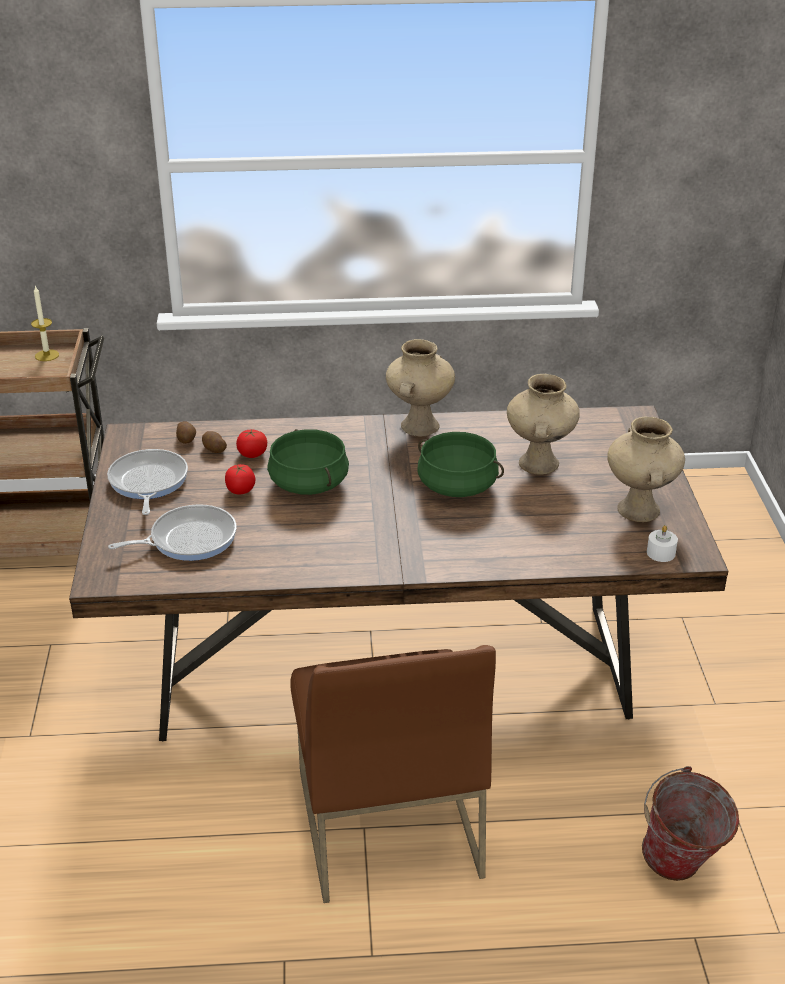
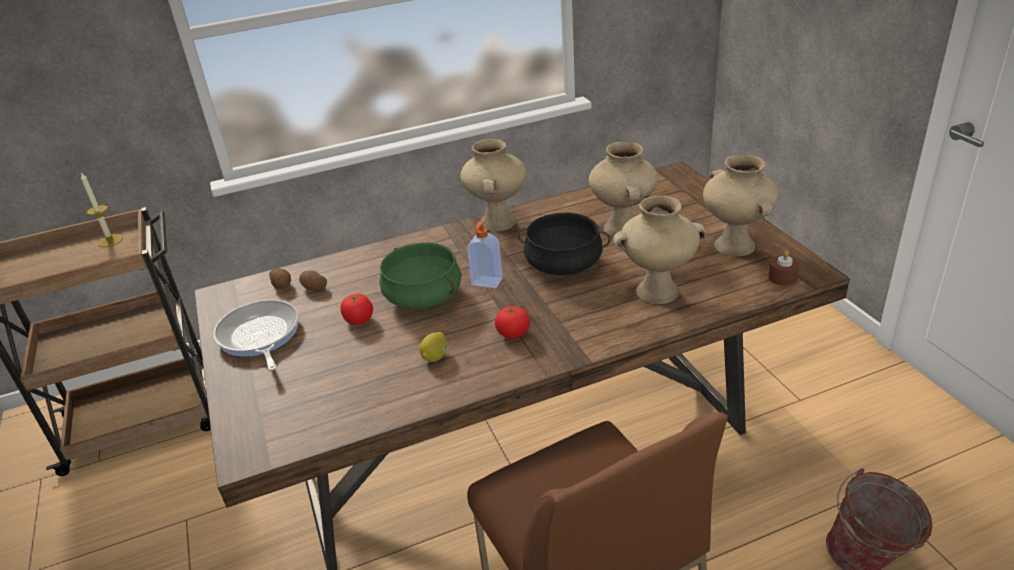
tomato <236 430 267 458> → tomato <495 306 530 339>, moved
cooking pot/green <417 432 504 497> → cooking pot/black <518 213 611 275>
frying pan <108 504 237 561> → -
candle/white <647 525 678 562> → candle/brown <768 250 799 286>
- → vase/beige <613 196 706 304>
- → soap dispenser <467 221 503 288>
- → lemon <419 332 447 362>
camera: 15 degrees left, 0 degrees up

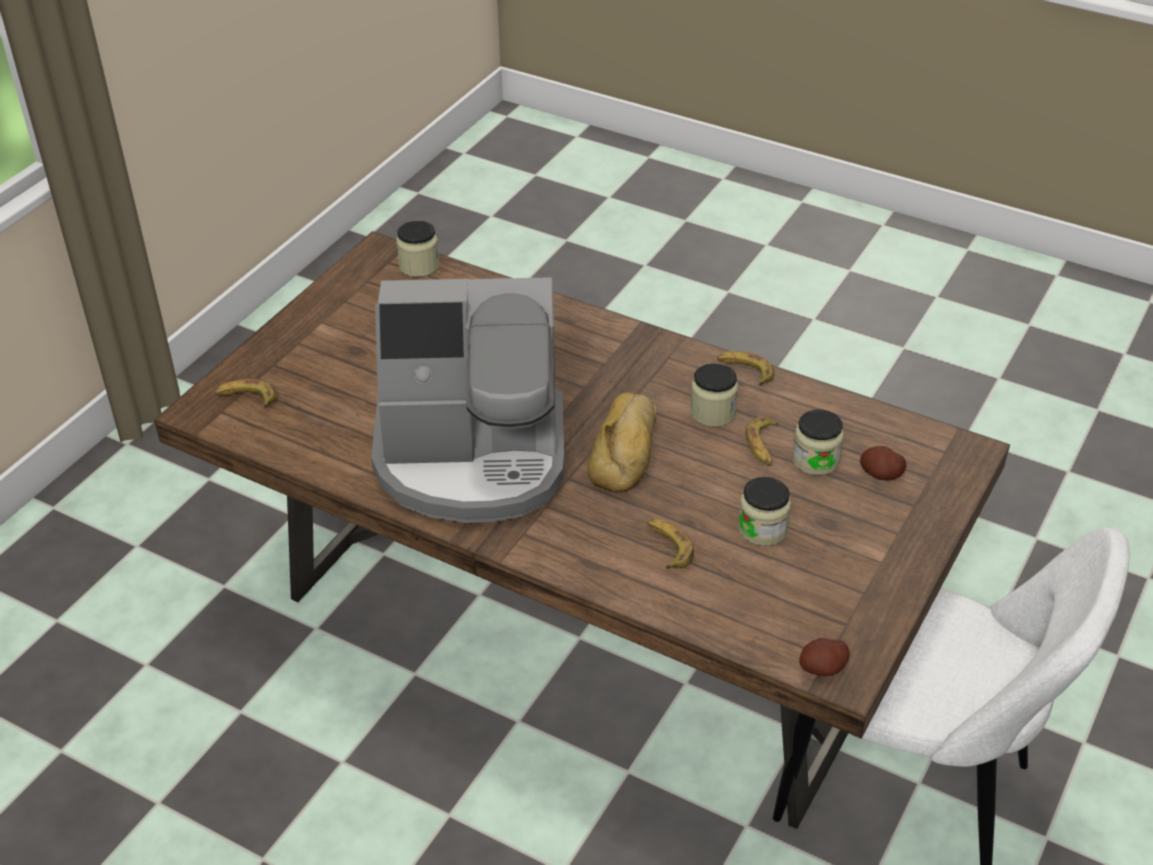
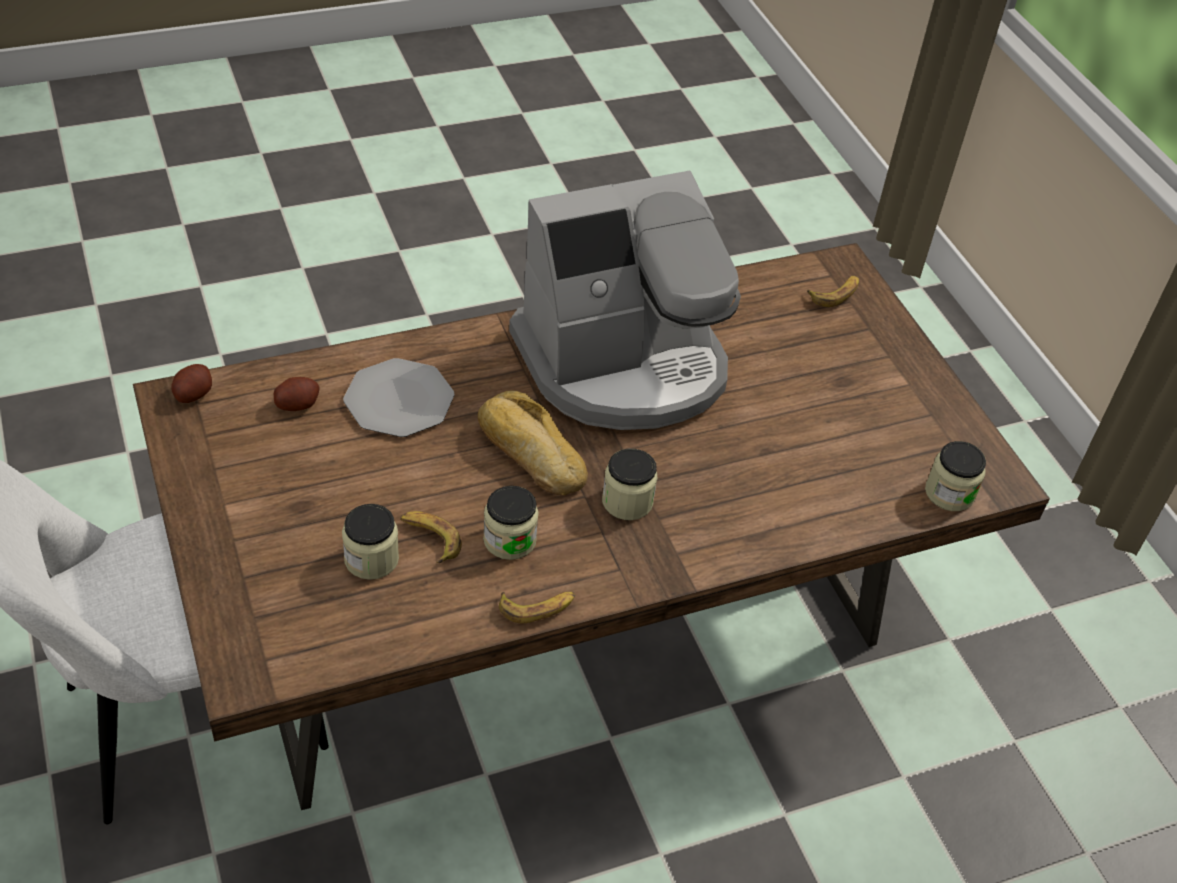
coffee machine <371 277 564 523> → coffee machine <509 171 741 430>, 150 degrees counterclockwise
potato <860 446 907 481> → potato <274 377 320 411>, moved
jar <738 477 791 546> → jar <602 449 658 520>, moved
banana <647 519 694 569> → plate <343 358 455 437>
camera: 125 degrees right, 5 degrees up

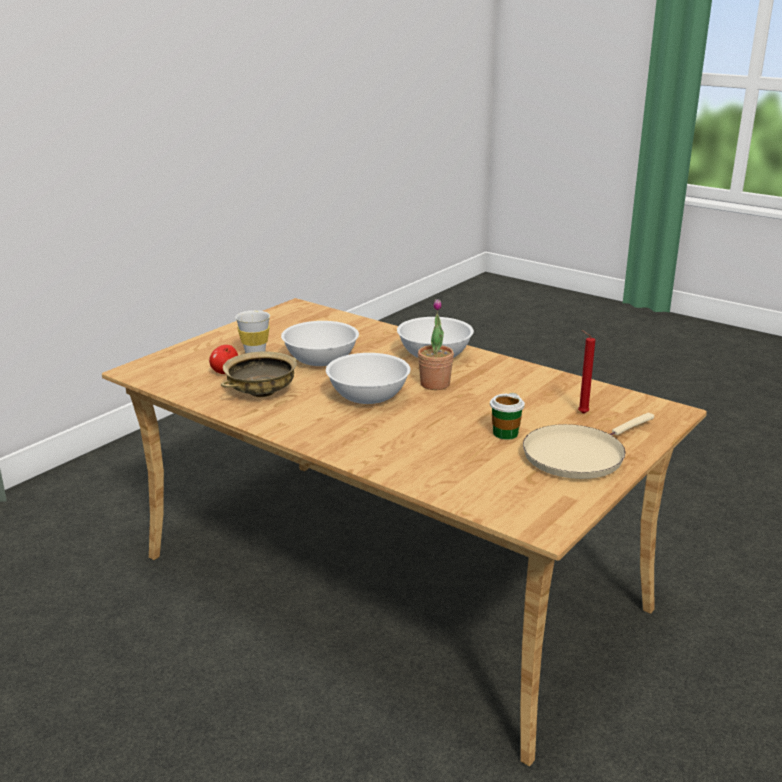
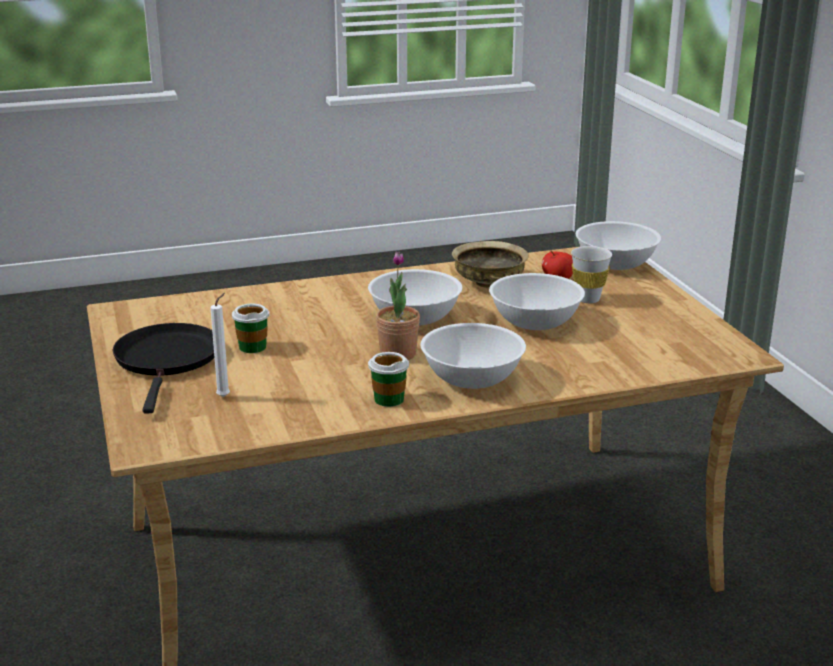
candle/red <578 330 595 414> → candle/white <210 293 230 397>
frying pan/beige <523 413 654 479> → frying pan/black <112 323 215 413>
- → bowl/white <576 221 661 270>
- → cup <368 352 409 407>
camera: 125 degrees right, 0 degrees up

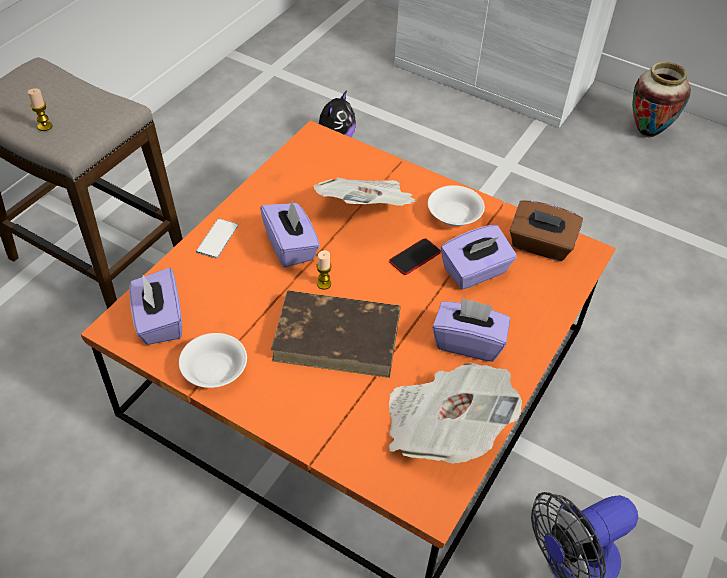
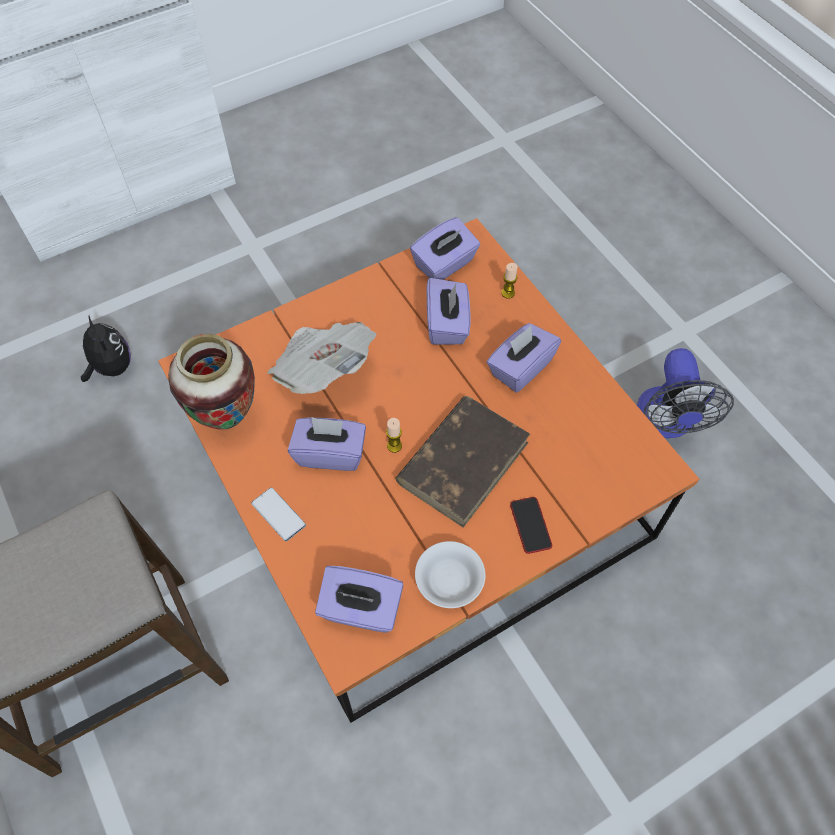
vase <632 62 691 137> → vase <168 334 255 429>, moved
candle <28 88 52 131> → candle <501 263 518 299>, moved
bowl/white <428 185 485 226> → -
tissue box/brown <510 201 583 261> → tissue box/purple <410 217 480 280>
phone <389 238 441 275> → phone <510 497 552 554>, moved
newspaper <389 363 522 464> → -
camera: 60 degrees left, 10 degrees up

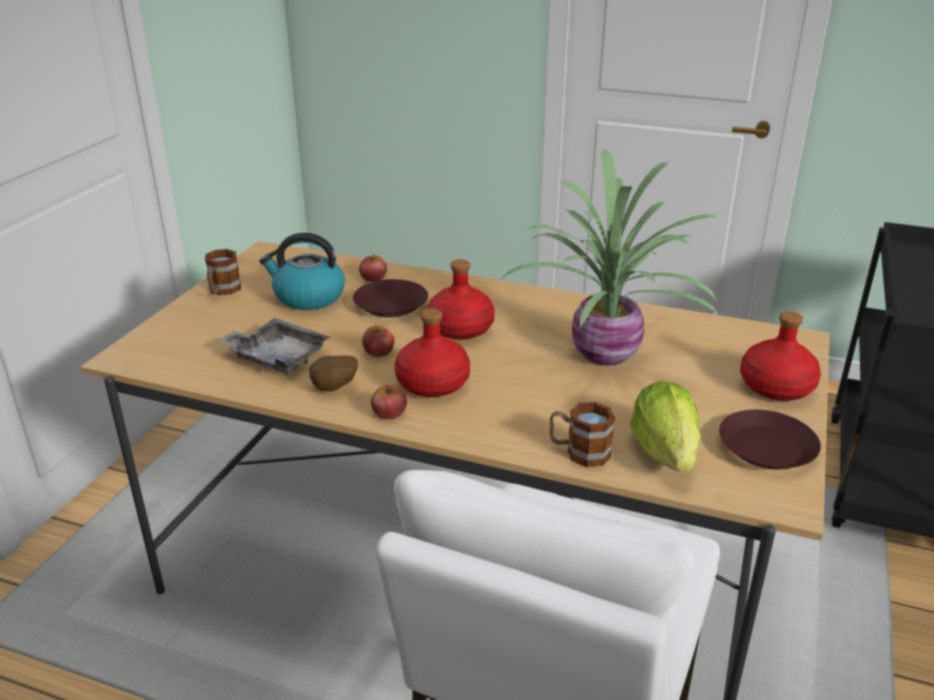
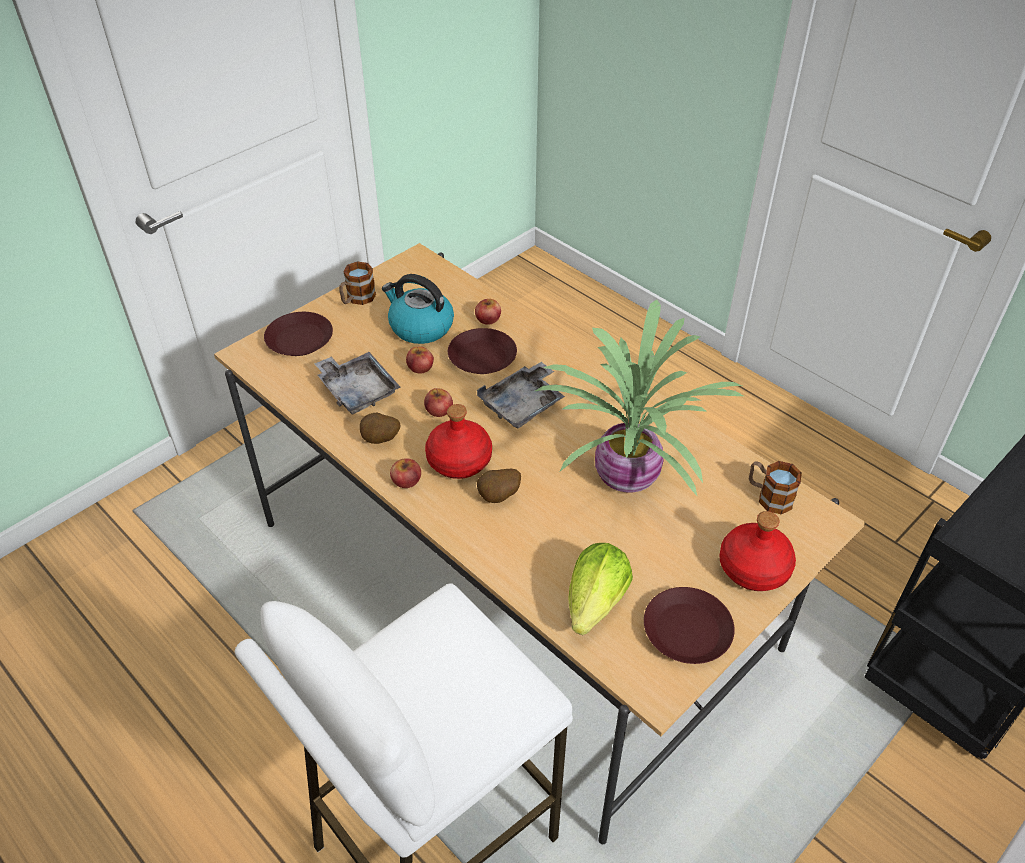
bottle/red <427 259 495 340> → tray/grey <477 362 565 429>
mug <550 402 615 467> → mug <749 461 802 514>, moved
- → plate/brown <264 312 333 356>
- → apple <406 346 434 374>
- → potato <477 469 521 503>
camera: 25 degrees right, 15 degrees up

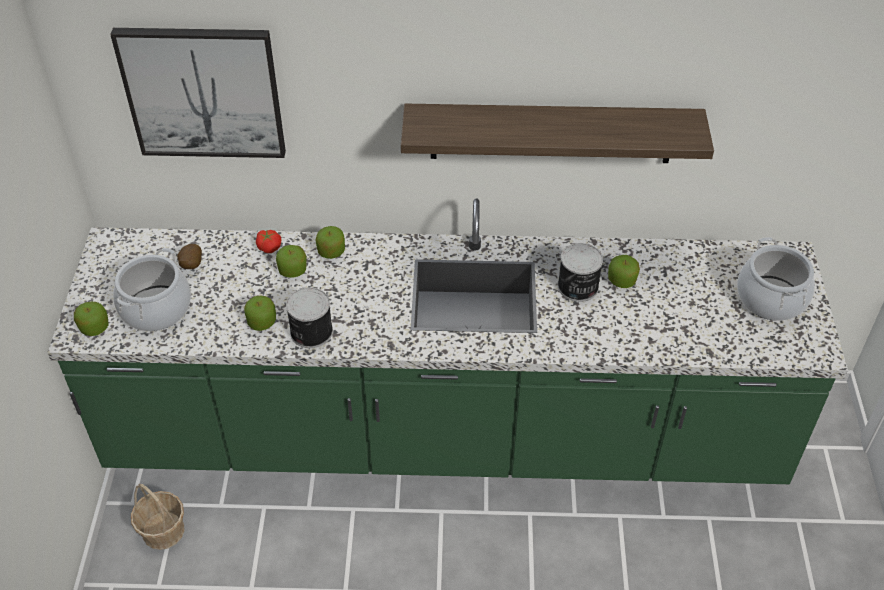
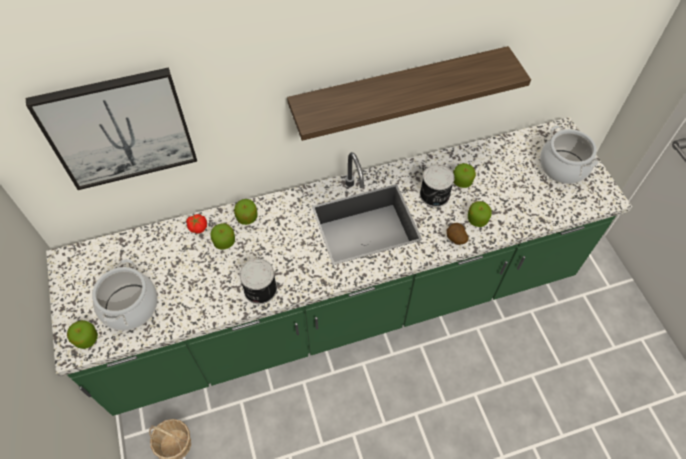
potato <177 244 202 269> → potato <446 223 468 245>, moved
apple <244 295 276 331> → apple <468 201 492 227>, moved
camera: 20 degrees left, 10 degrees up

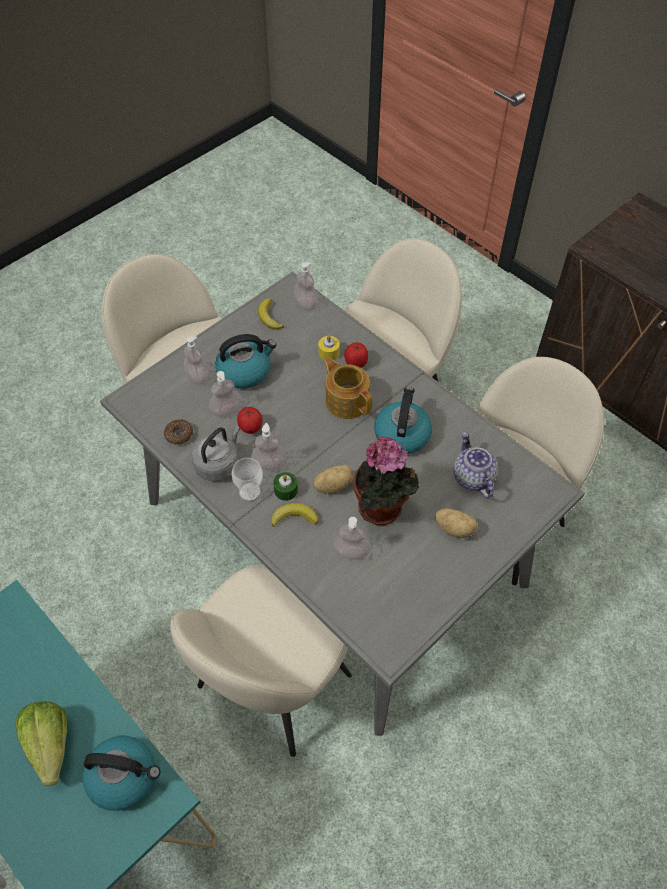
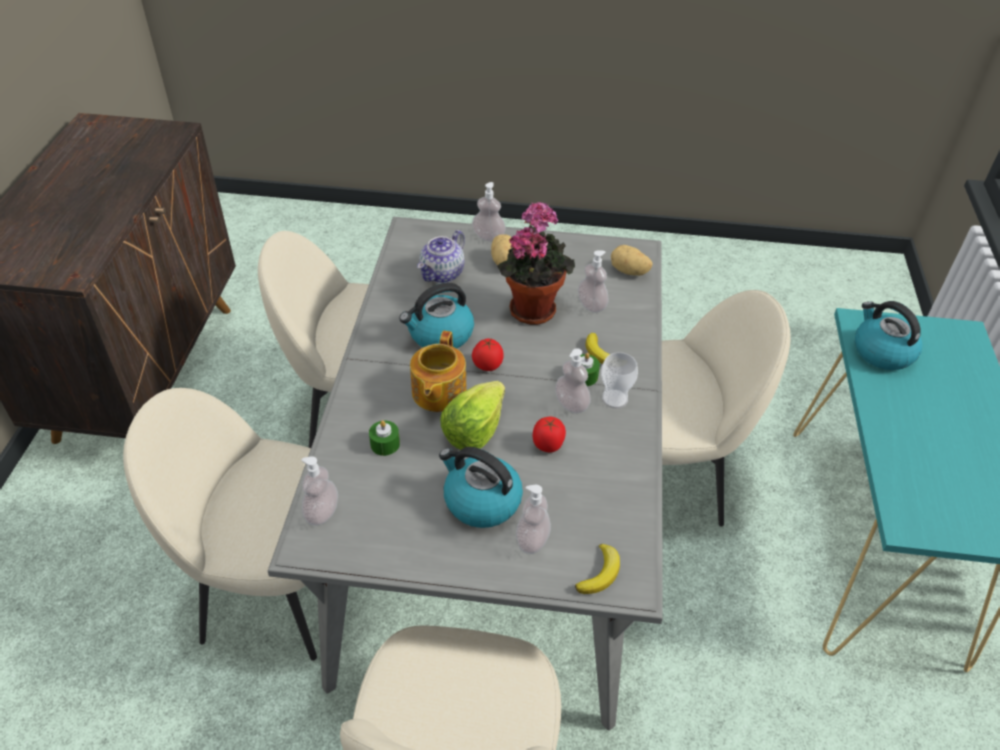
banana <258 298 284 329> → banana <575 544 620 594>, moved
candle/yellow <318 336 340 360> → candle/green <369 420 400 456>
tomato <344 342 368 368> → tomato <472 338 504 371>, moved
soap dispenser <209 371 242 417> → soap dispenser <472 182 506 241>, moved
donut <164 419 193 445> → -
kettle/grey <191 426 240 481> → -
potato <313 465 353 494> → potato <611 245 652 276>, moved
lettuce <16 701 67 786> → lettuce <440 381 505 450>, moved
camera: 130 degrees left, 10 degrees down

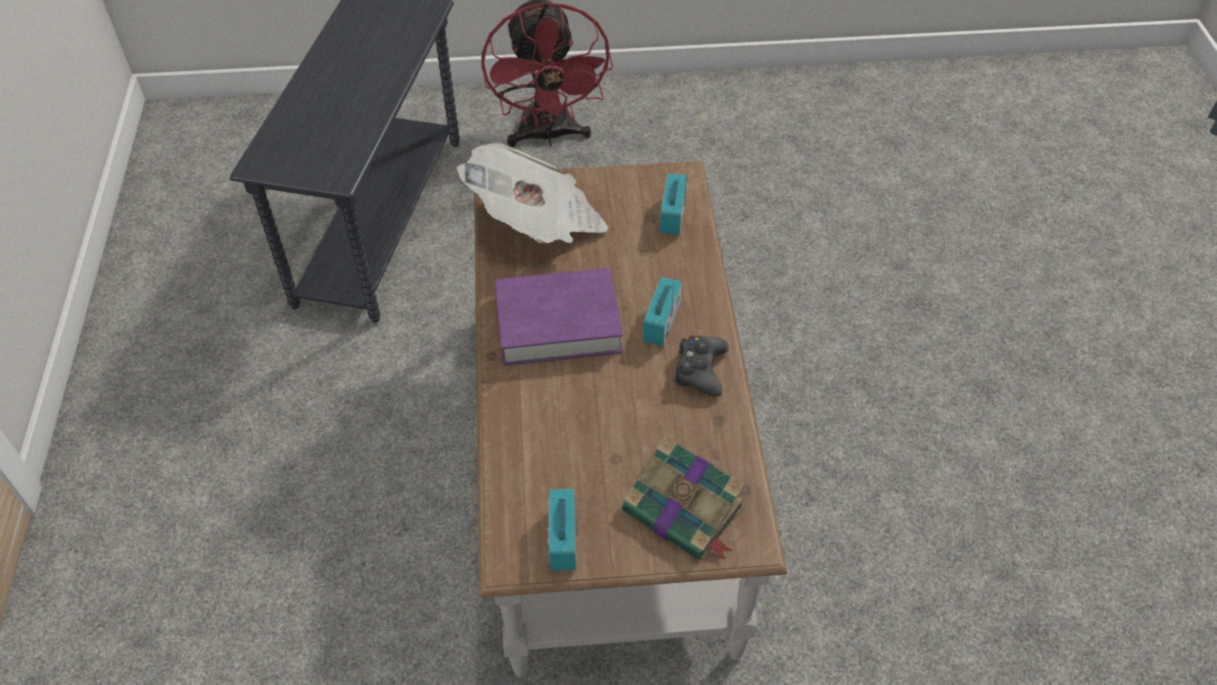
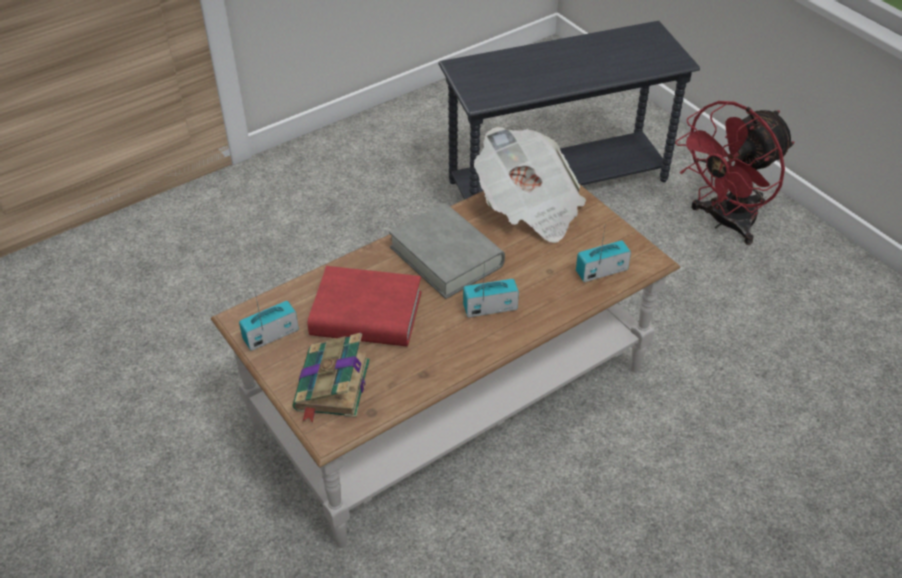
book/purple <495 268 623 366> → book/grey <389 203 505 299>
game controller/black <673 335 729 397> → -
- → book/red <308 266 421 347>
camera: 60 degrees right, 5 degrees down

